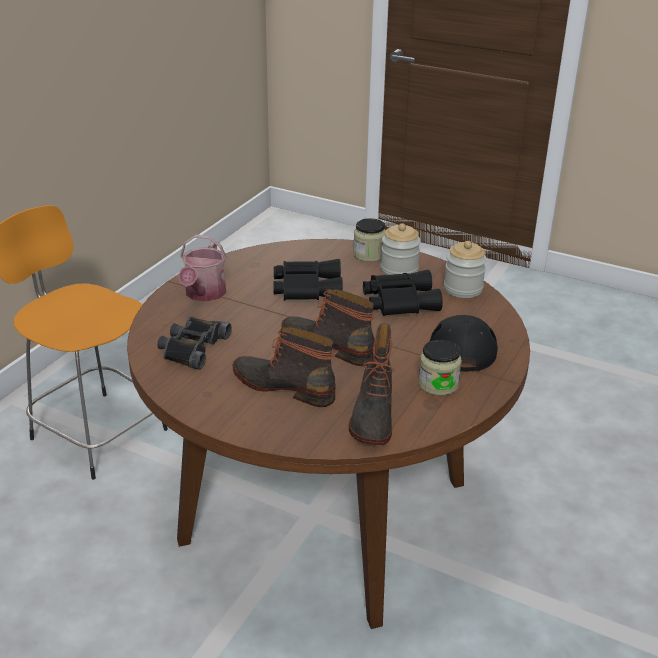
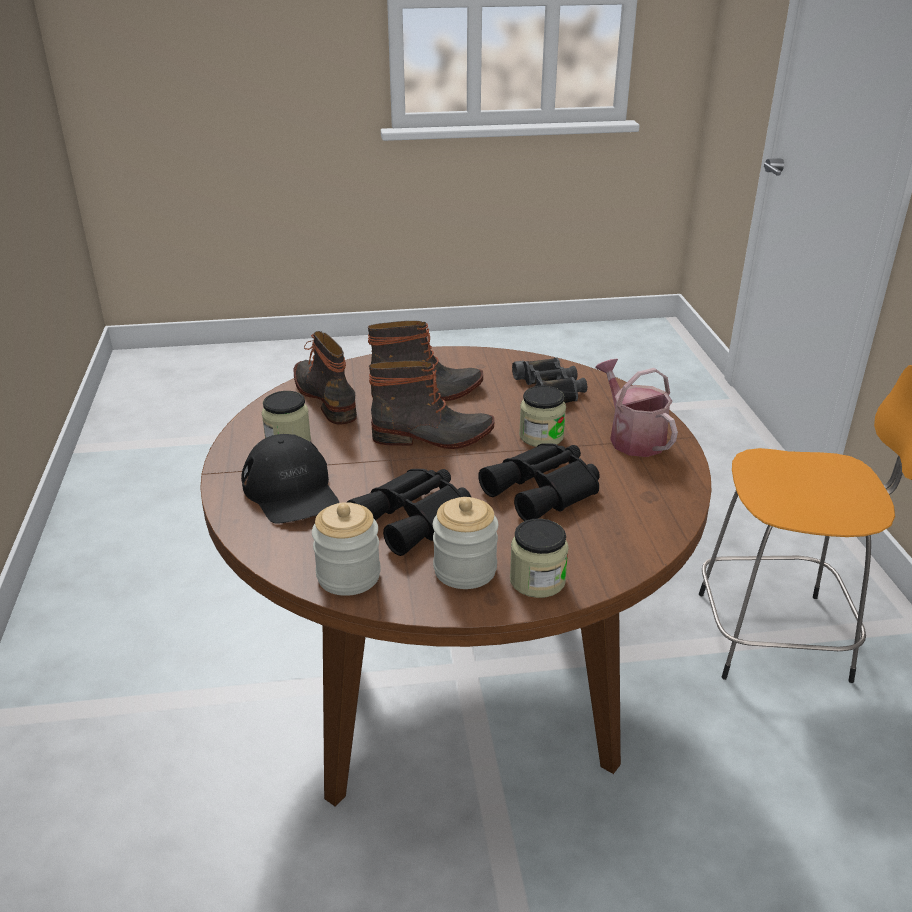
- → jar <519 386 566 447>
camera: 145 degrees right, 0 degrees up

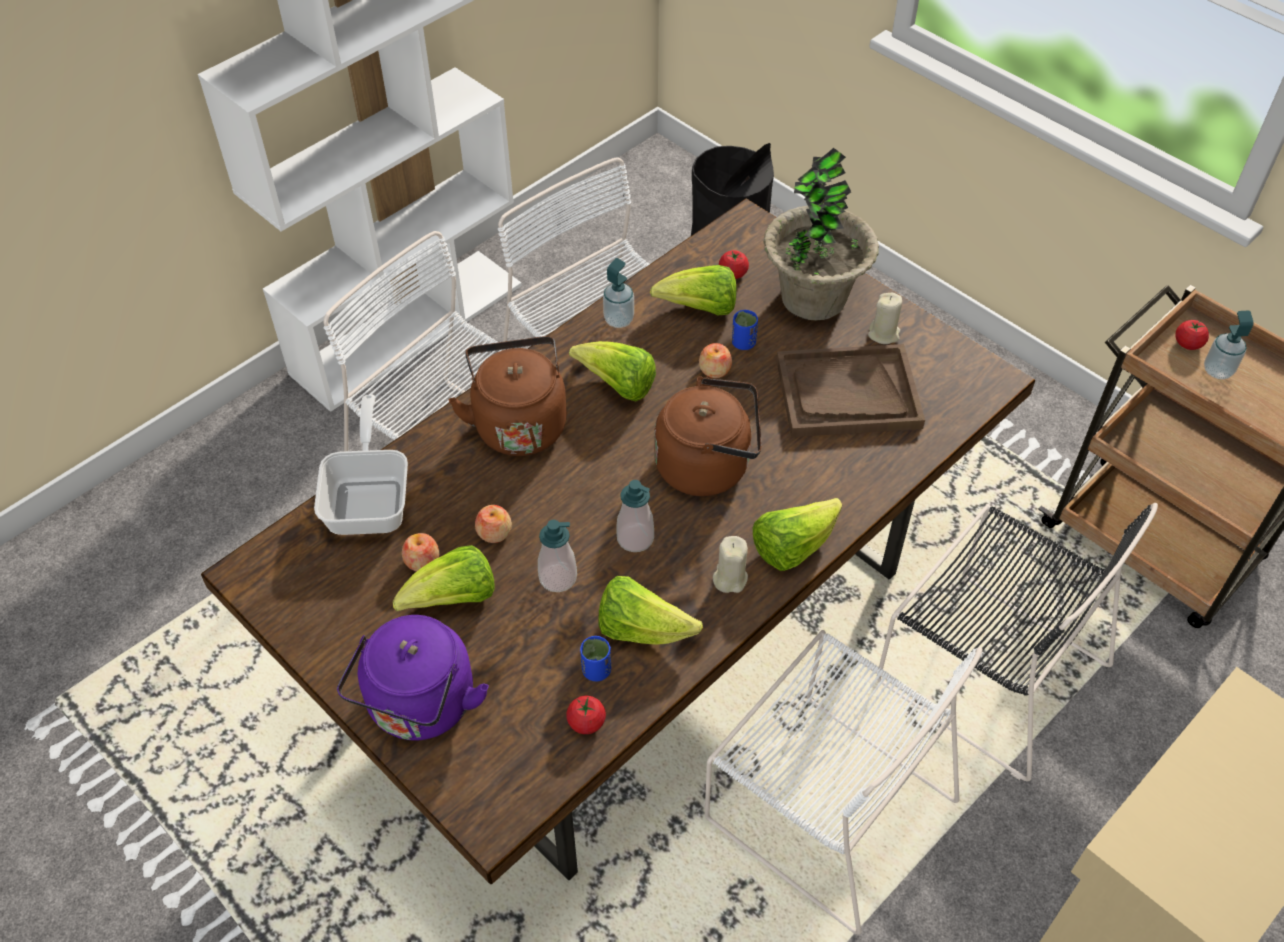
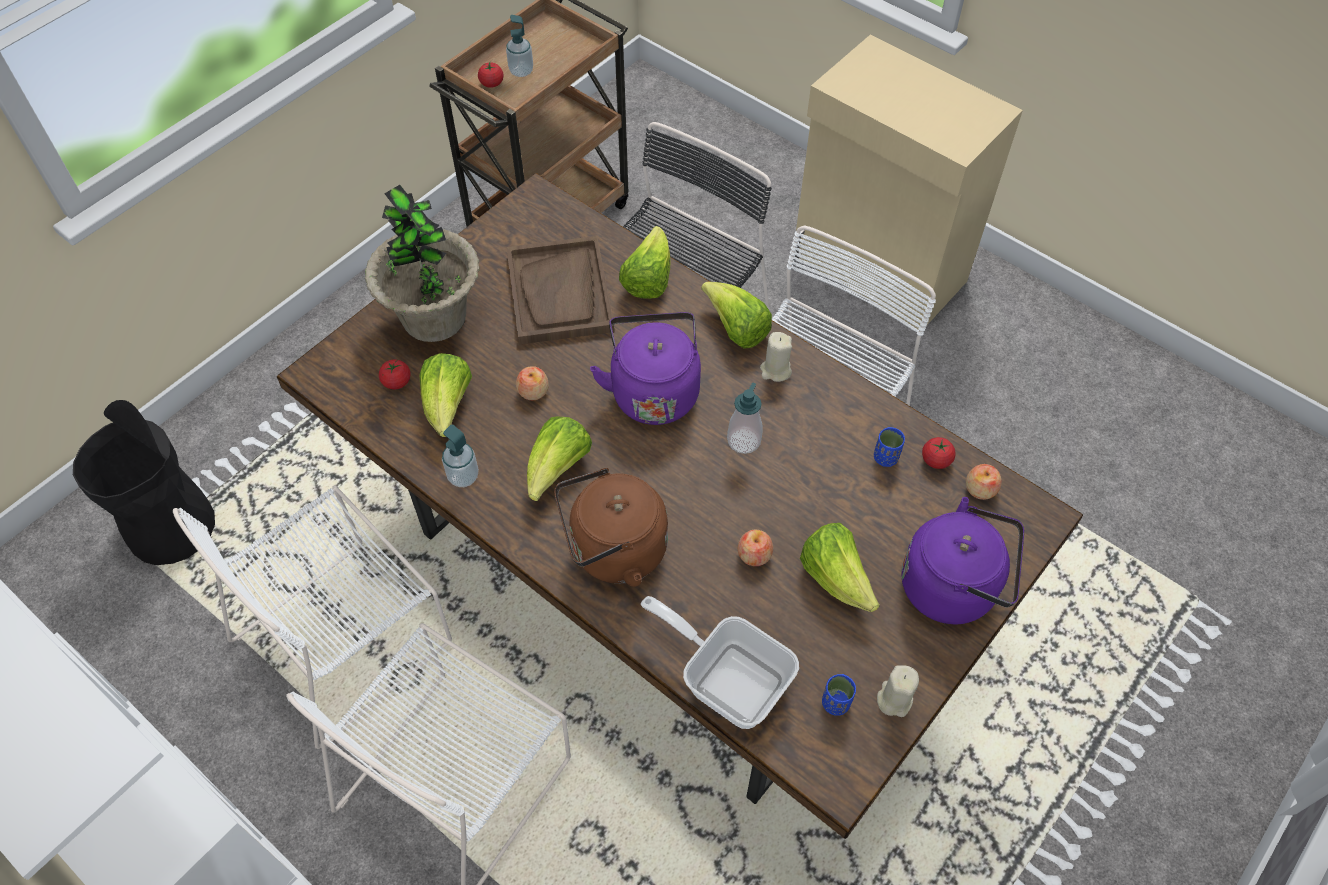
candle/beige <868 293 902 344> → candle/beige <877 665 919 717>, moved
cup/blue <732 310 758 350> → cup/blue <822 674 856 716>, moved
kettle/brown <654 376 761 496> → kettle/purple <590 312 701 425>
frying pan <314 395 408 535> → frying pan <641 596 799 729>, 45 degrees clockwise
soap dispenser <538 520 577 592> → -
apple <402 533 439 571> → apple <966 464 1001 500>, moved
lettuce <598 576 703 645> → lettuce <619 226 671 299>, moved
camera: 95 degrees left, 5 degrees up

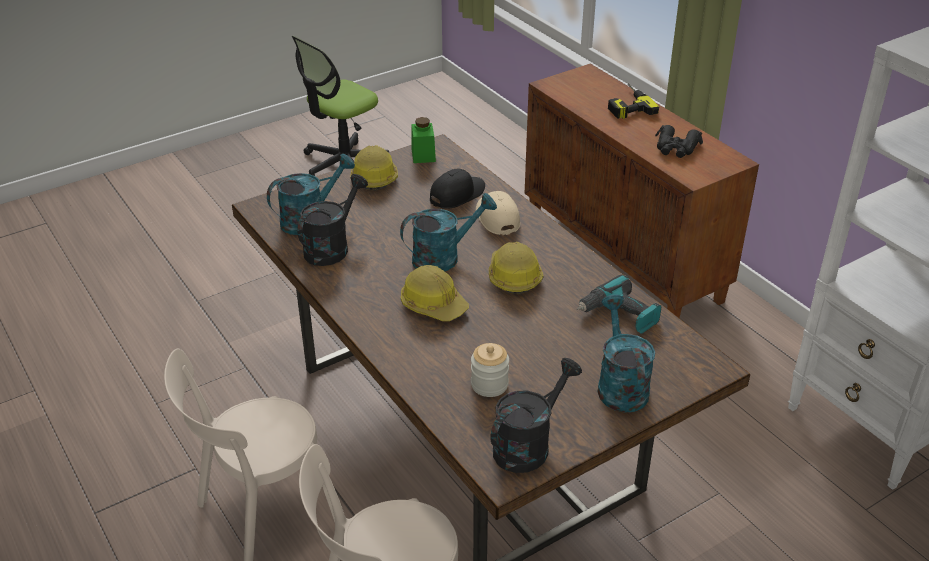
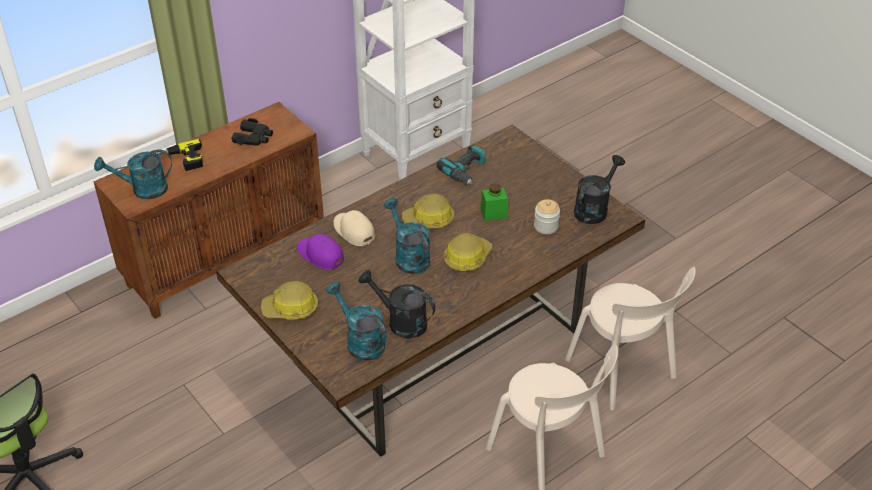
jar/green <411 117 436 163> → jar/green <480 183 508 221>, moved
cap/black <430 169 485 209> → cap/purple <297 234 344 269>
cap/beige <476 191 520 235> → cap/beige <334 210 375 246>, 75 degrees clockwise
watering can/turquoise <598 294 655 413> → watering can/turquoise <94 149 172 199>, moved
watering can/black <490 358 582 473> → watering can/black <574 155 625 224>, 90 degrees clockwise
camera: 95 degrees left, 5 degrees up

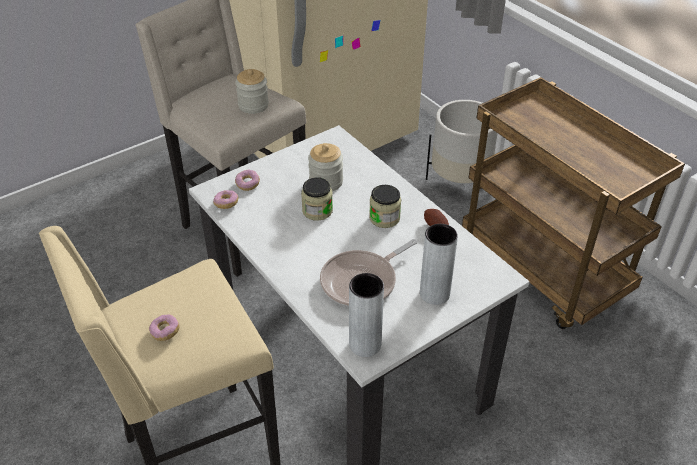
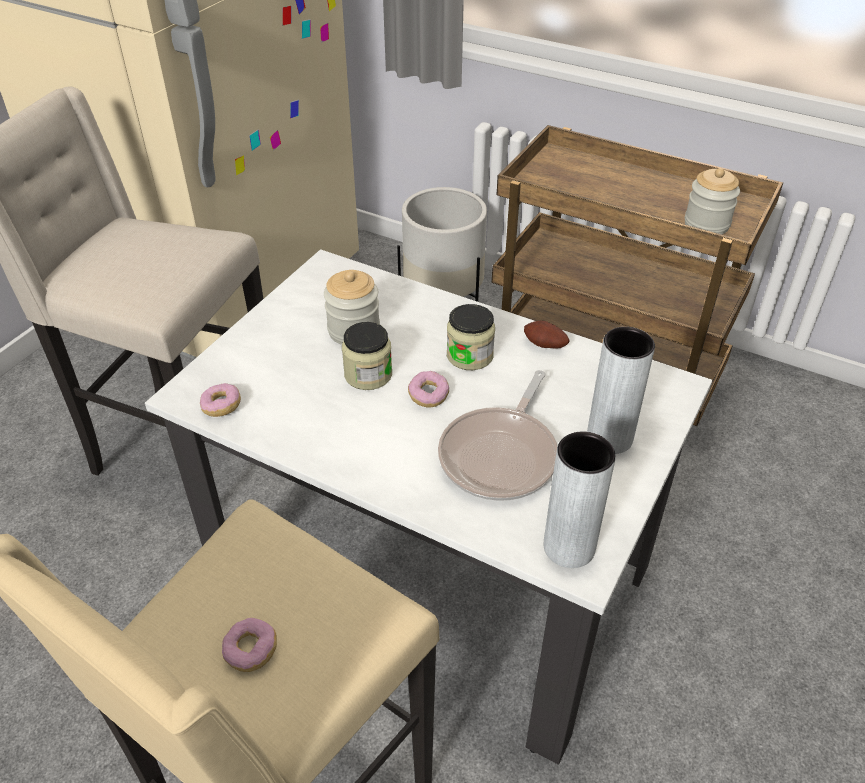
jar <235 69 269 114> → jar <685 168 740 234>, moved
donut <235 169 260 191> → donut <408 371 449 408>, moved
camera: 25 degrees left, 0 degrees up

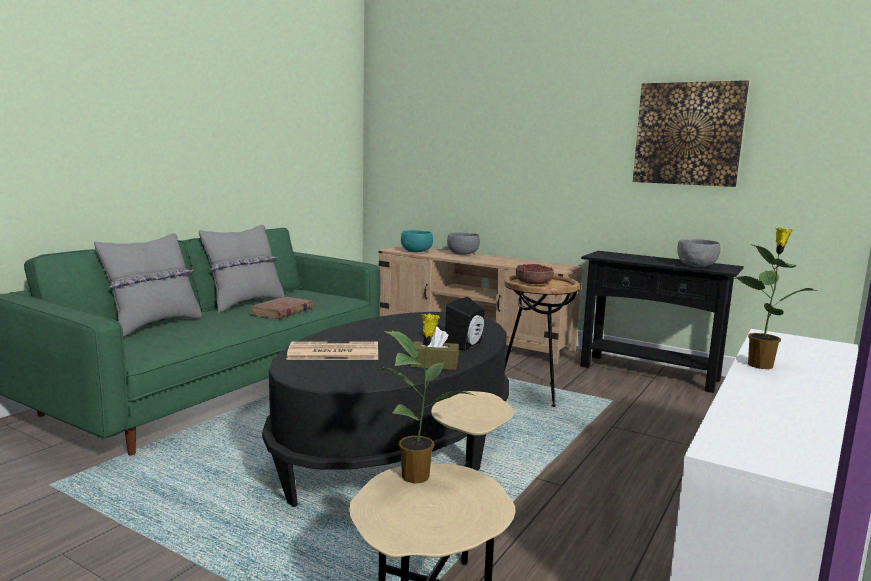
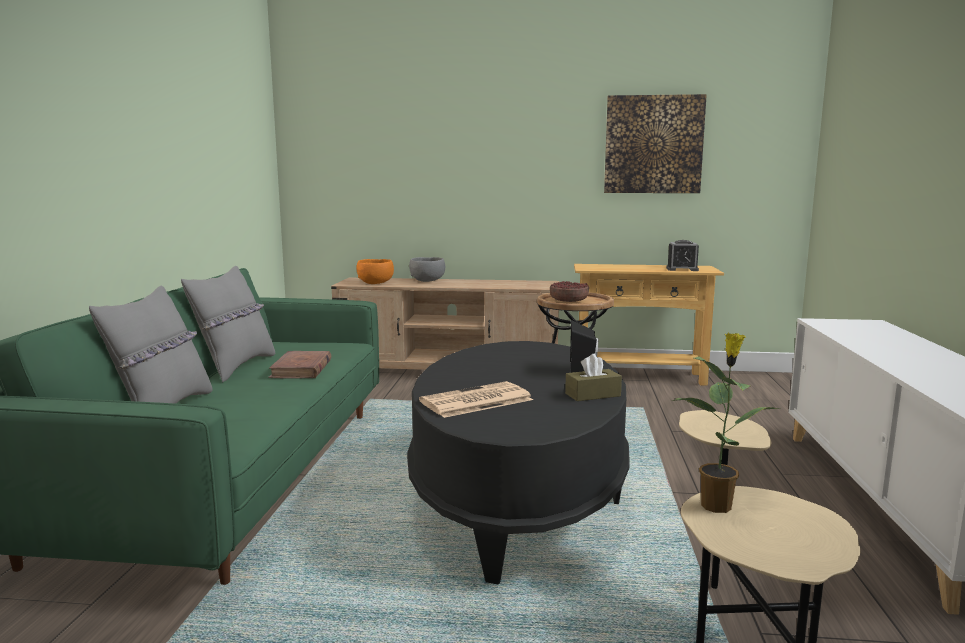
potted plant <733 228 818 369> → -
bowl/turquoise <401 230 433 252> → bowl/orange <356 259 394 284>
bowl/grey <677 239 720 267> → alarm clock <666 240 699 271>
console table/black <581 251 744 393> → console table/beige <574 264 724 386>
camera: 25 degrees left, 0 degrees up

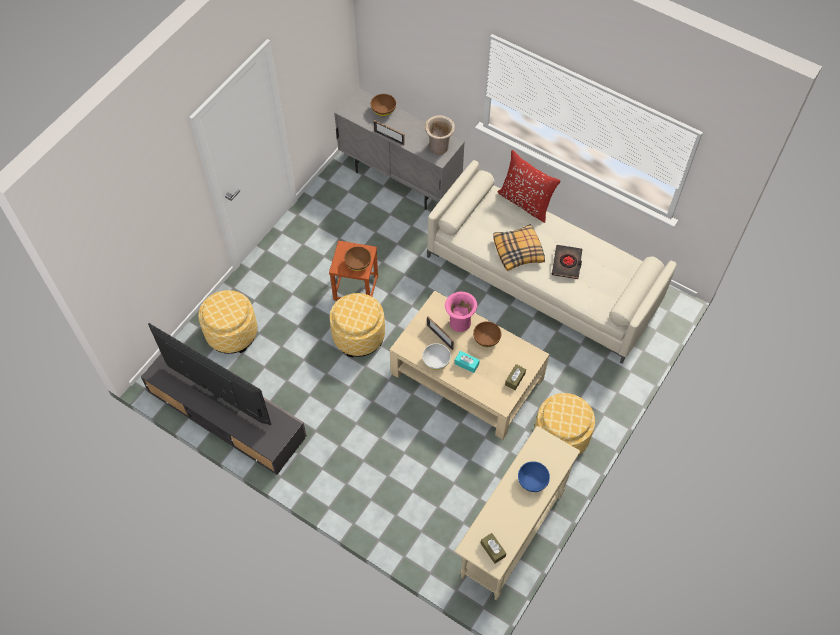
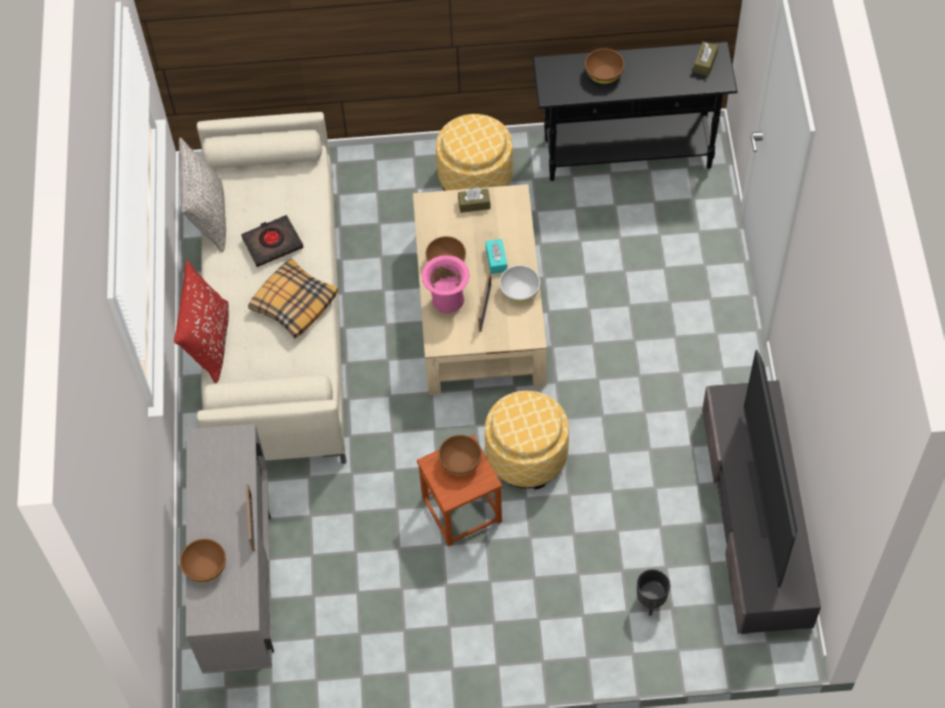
vase/beige <425 115 455 155> → -
ottoman <198 290 257 354> → planter/black <637 569 670 616>
console table/beige <454 426 581 600> → console table/black <533 42 737 181>
bowl/blue <518 461 550 492> → bowl/brown <585 48 625 84>
- → pillow/grey <179 138 226 252>
camera: 125 degrees left, 0 degrees up

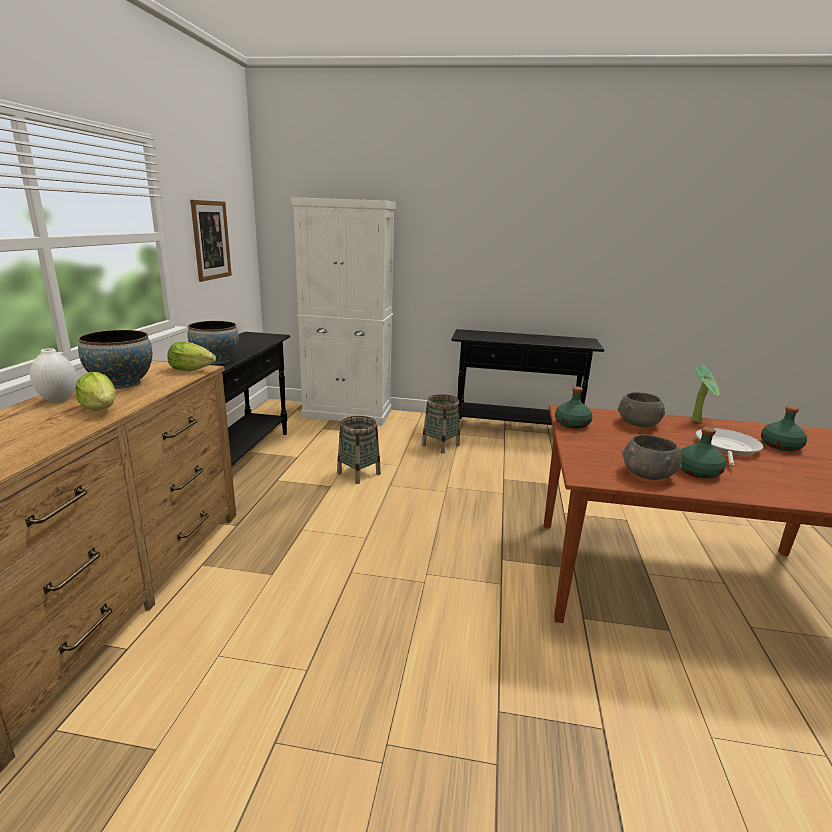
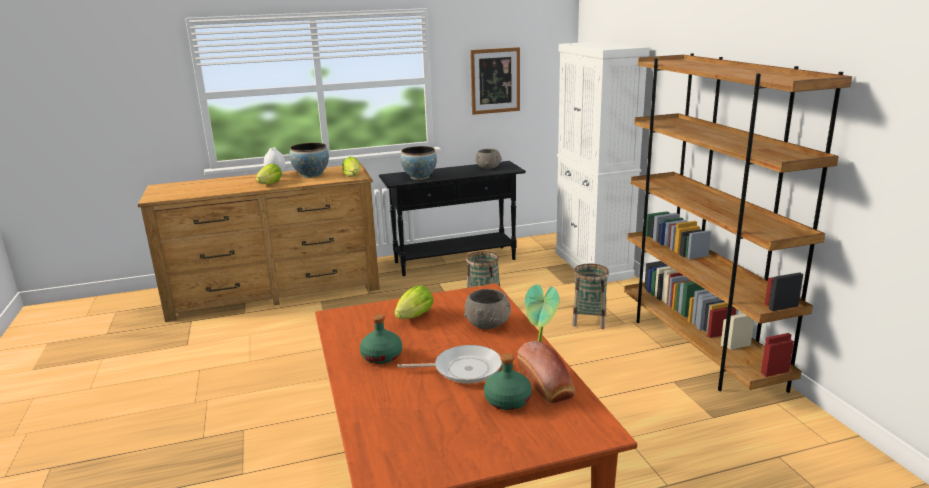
console table/black <451 329 604 425> → bookcase/brown <624 53 852 393>
bottle/green <555 386 593 429> → -
bowl/grey <622 434 682 480> → bowl/grey <475 149 502 169>, moved
- → lettuce <394 285 433 319>
- → bread <517 341 575 404>
camera: 65 degrees right, 0 degrees up

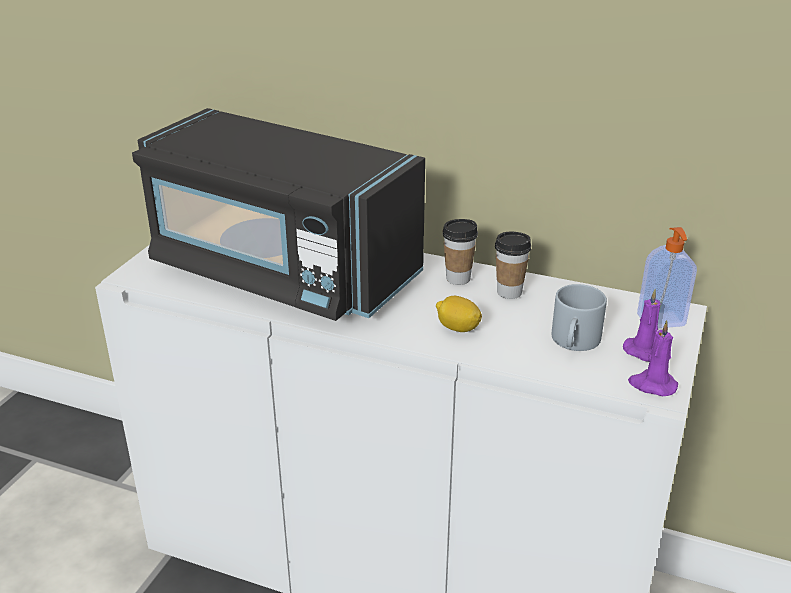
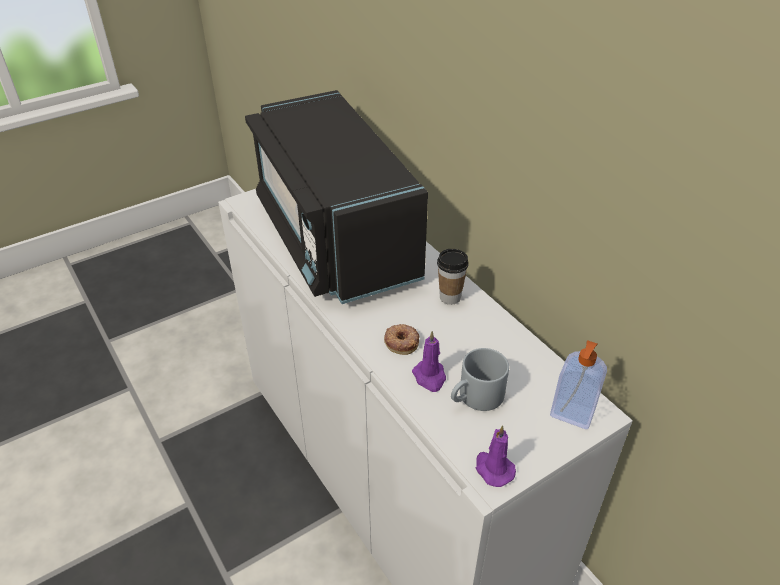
cup <495 232 531 299> → -
candle/purple <623 289 660 362> → candle/purple <412 331 446 392>, moved
lemon <436 296 482 332> → donut <384 324 420 355>
camera: 35 degrees right, 10 degrees up

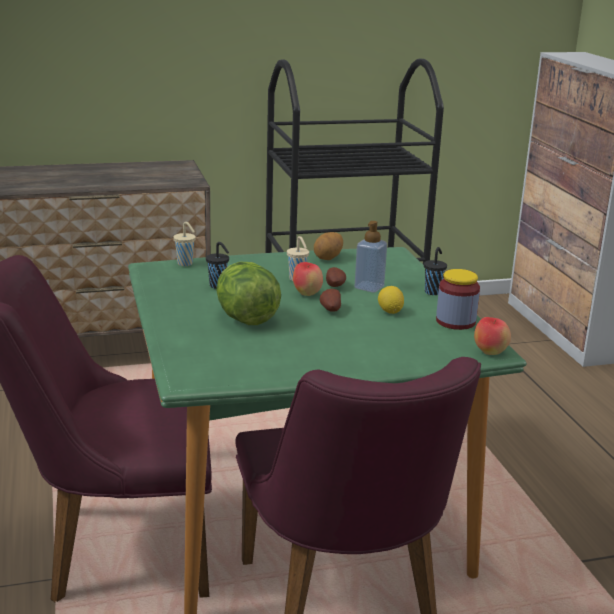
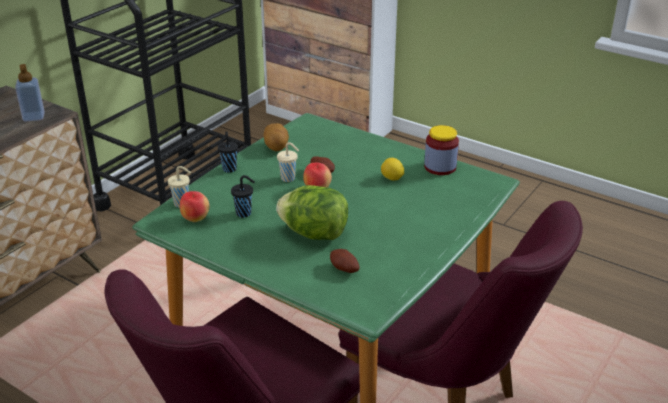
soap dispenser <355 221 387 293> → soap dispenser <15 64 45 121>, moved
cup/black <424 247 447 295> → cup/black <218 131 238 173>, moved
potato <320 289 341 312> → potato <330 249 359 273>, moved
apple <474 317 511 355> → apple <180 191 209 222>, moved
camera: 40 degrees left, 10 degrees up

